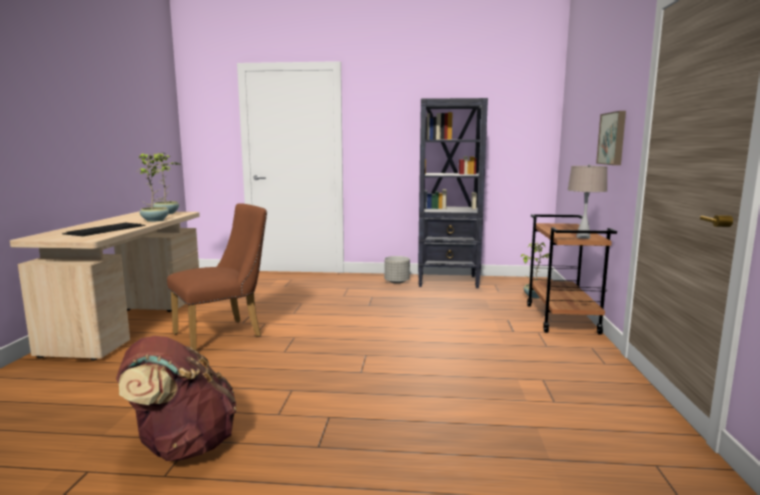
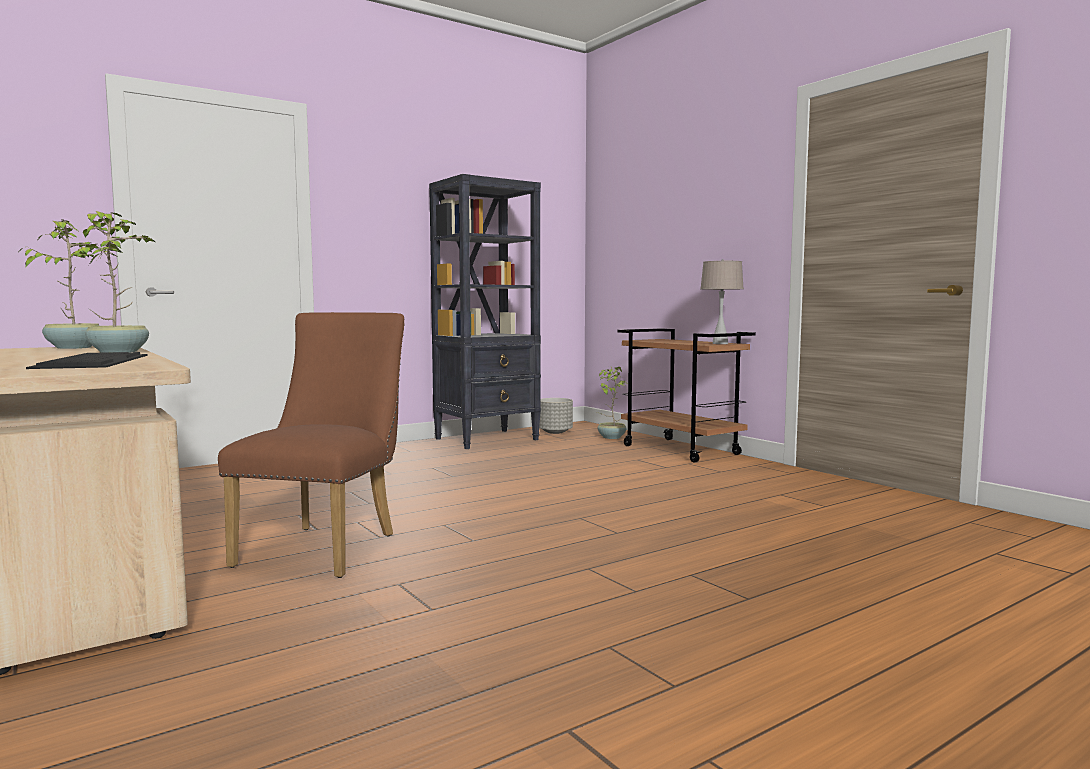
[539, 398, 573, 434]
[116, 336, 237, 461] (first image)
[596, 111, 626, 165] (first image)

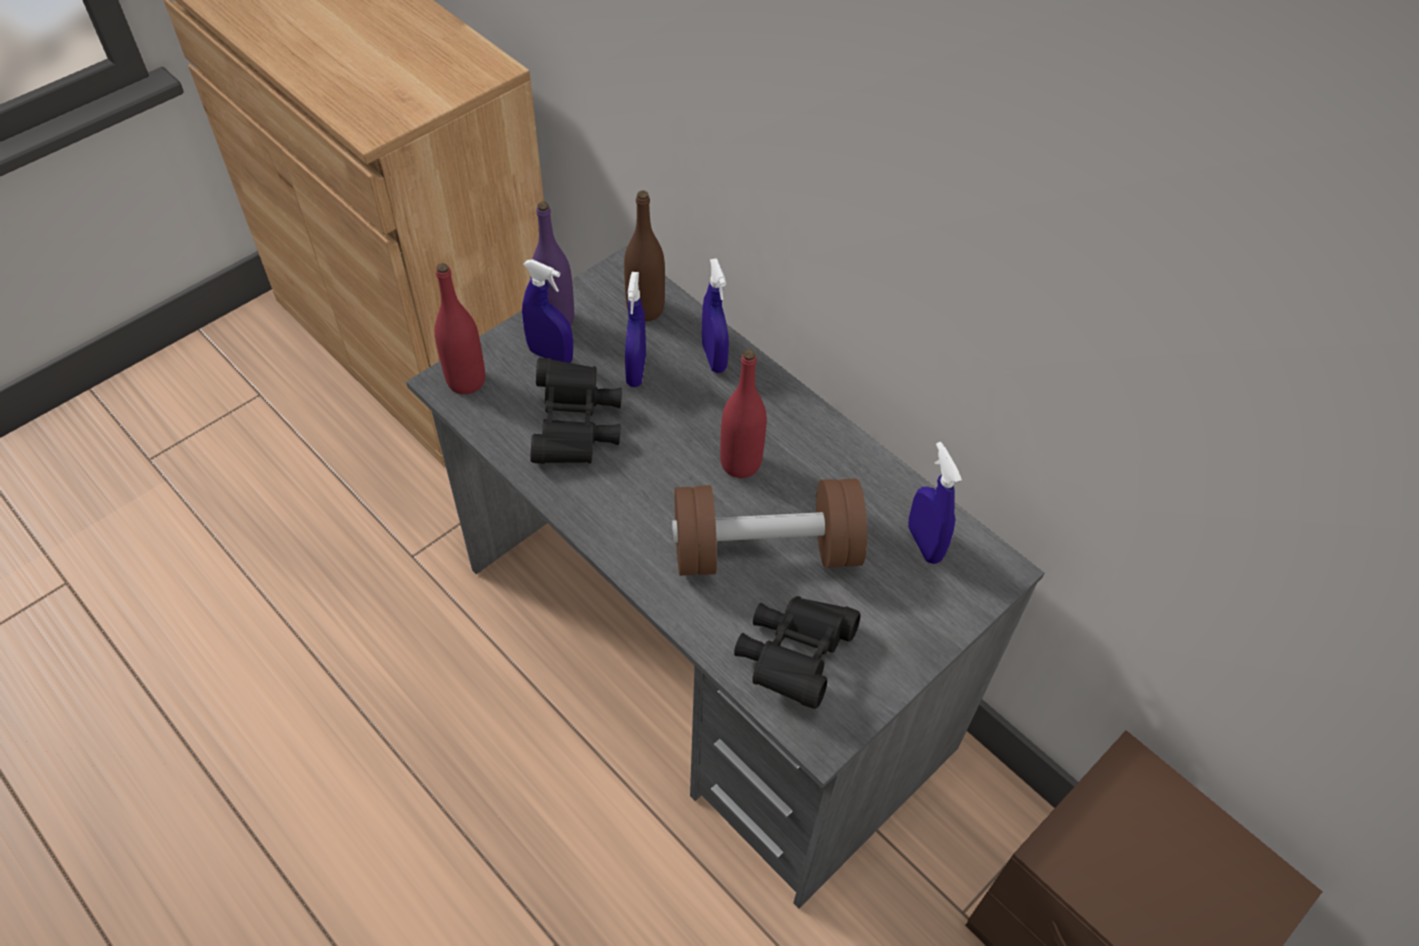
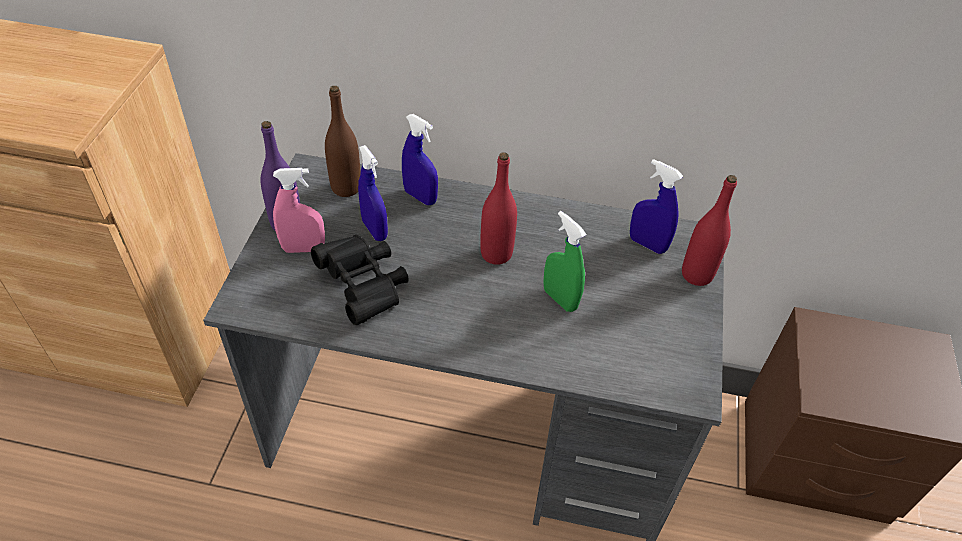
[273, 168, 325, 253]
[543, 211, 587, 312]
[682, 175, 737, 286]
[734, 596, 861, 709] (first image)

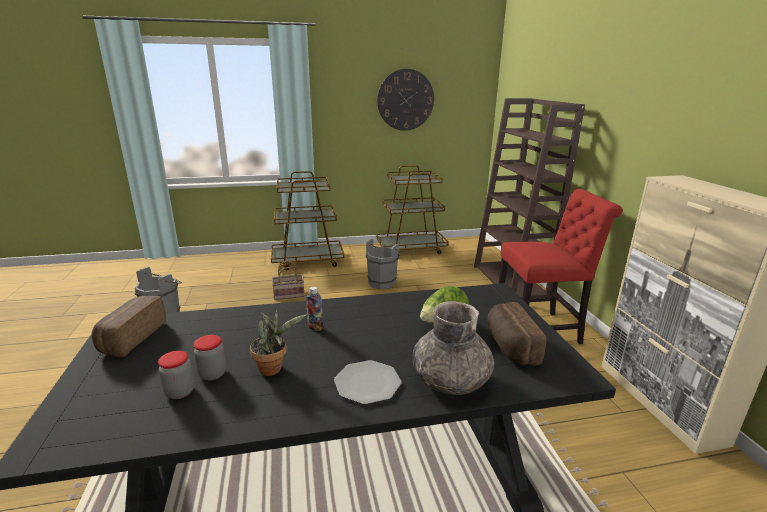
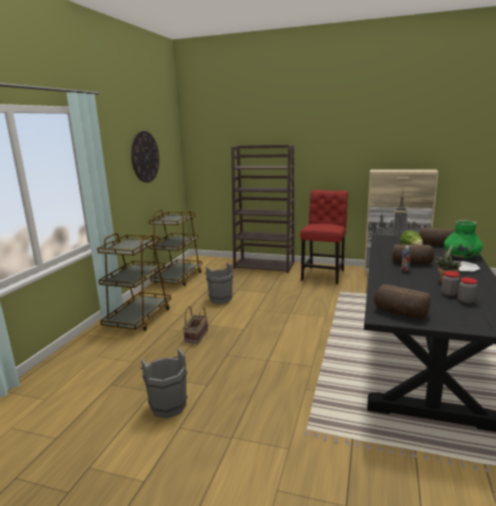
[392, 244, 434, 264]
[444, 220, 483, 258]

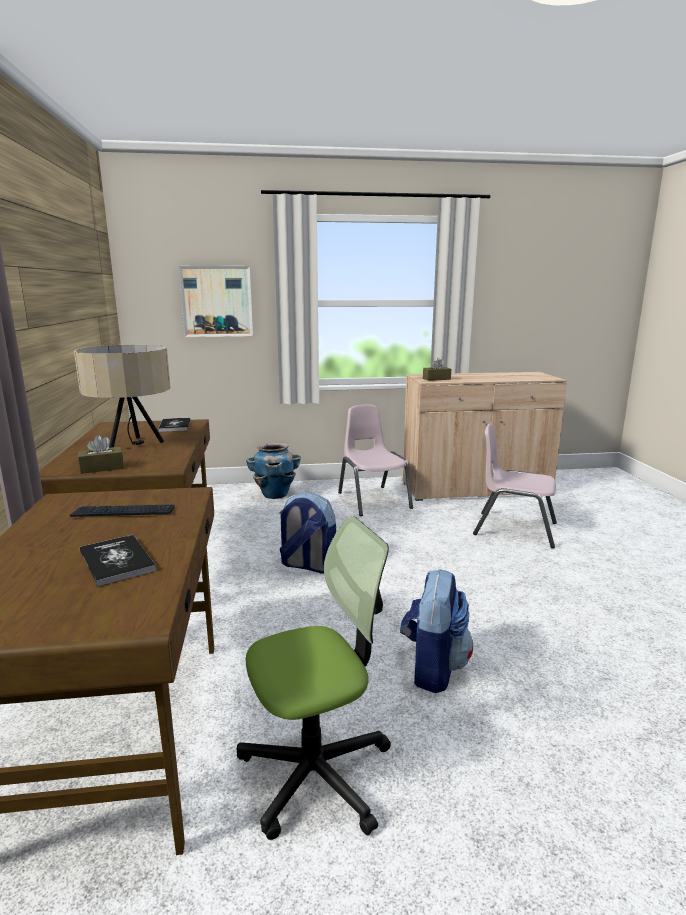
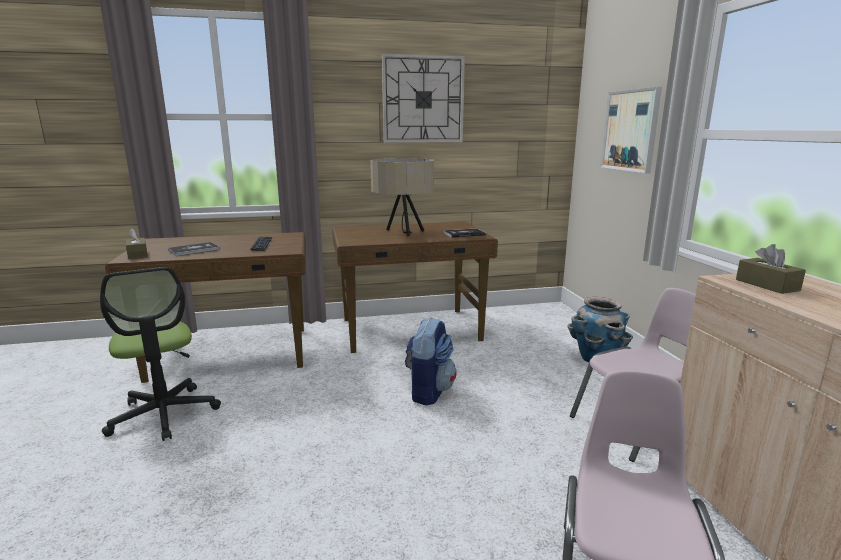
[126, 228, 148, 259]
[382, 54, 465, 143]
[400, 569, 473, 693] (first image)

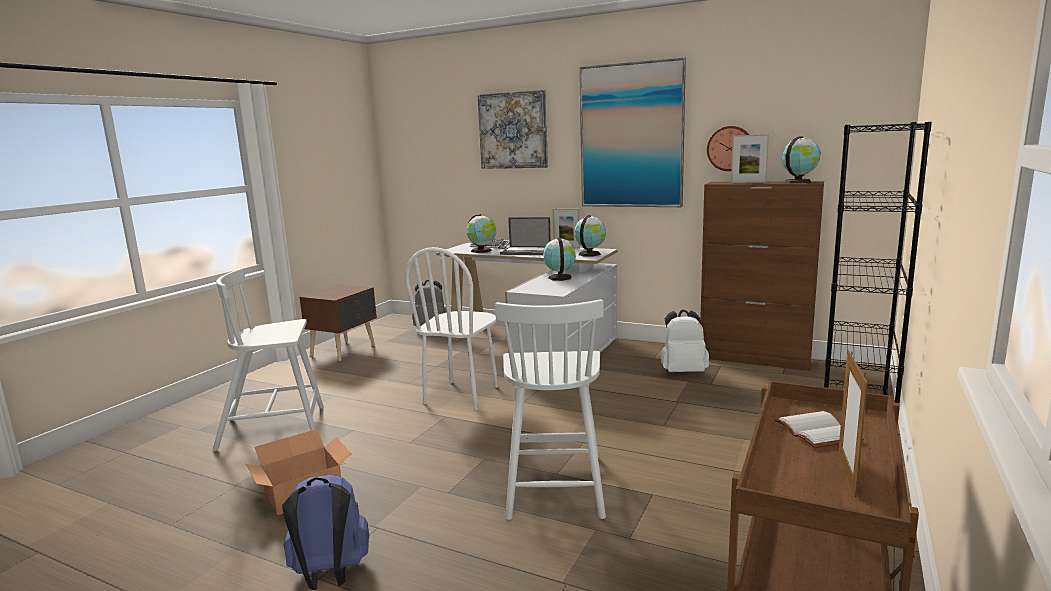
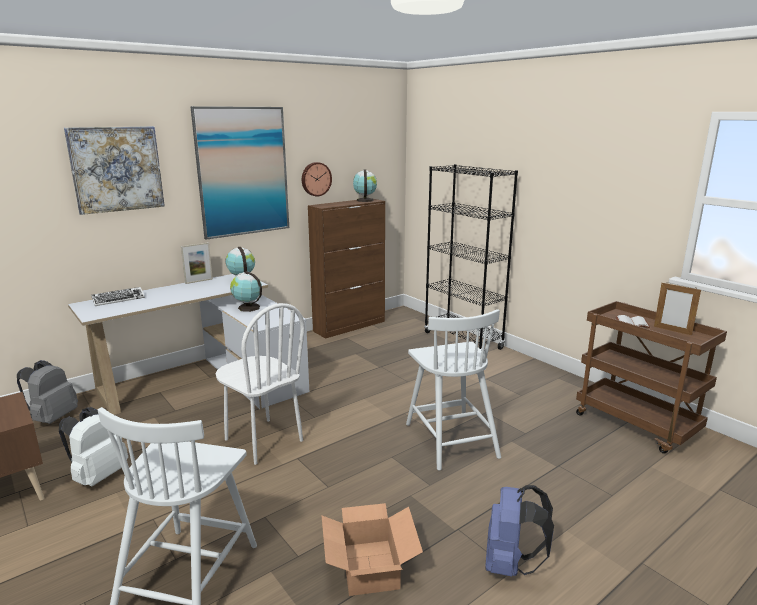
[59, 407, 128, 486]
[406, 309, 501, 471]
[467, 214, 496, 253] (first image)
[500, 217, 551, 255] (first image)
[731, 134, 769, 183] (first image)

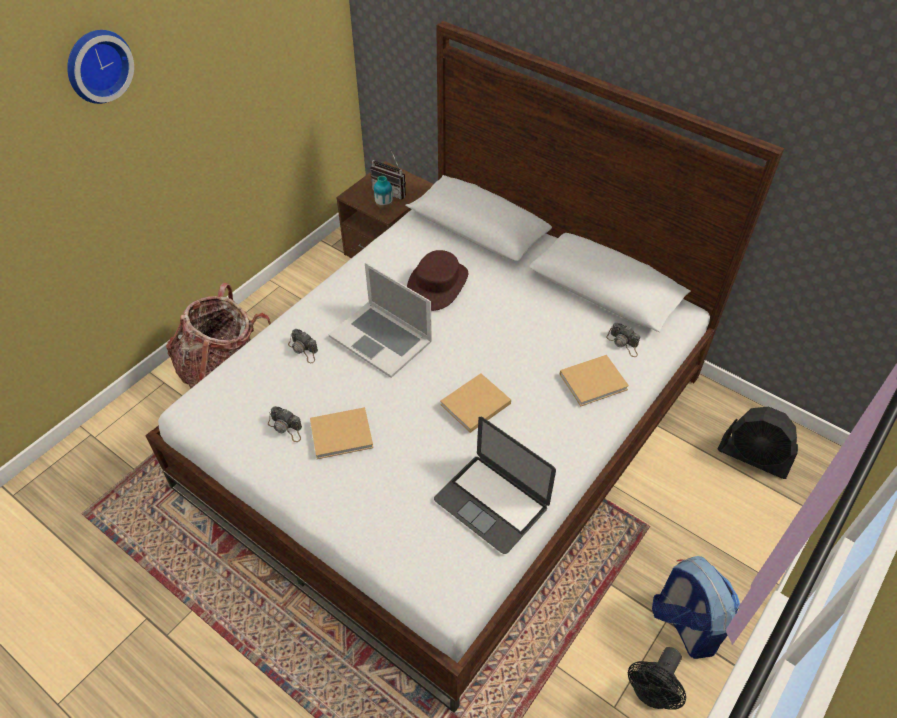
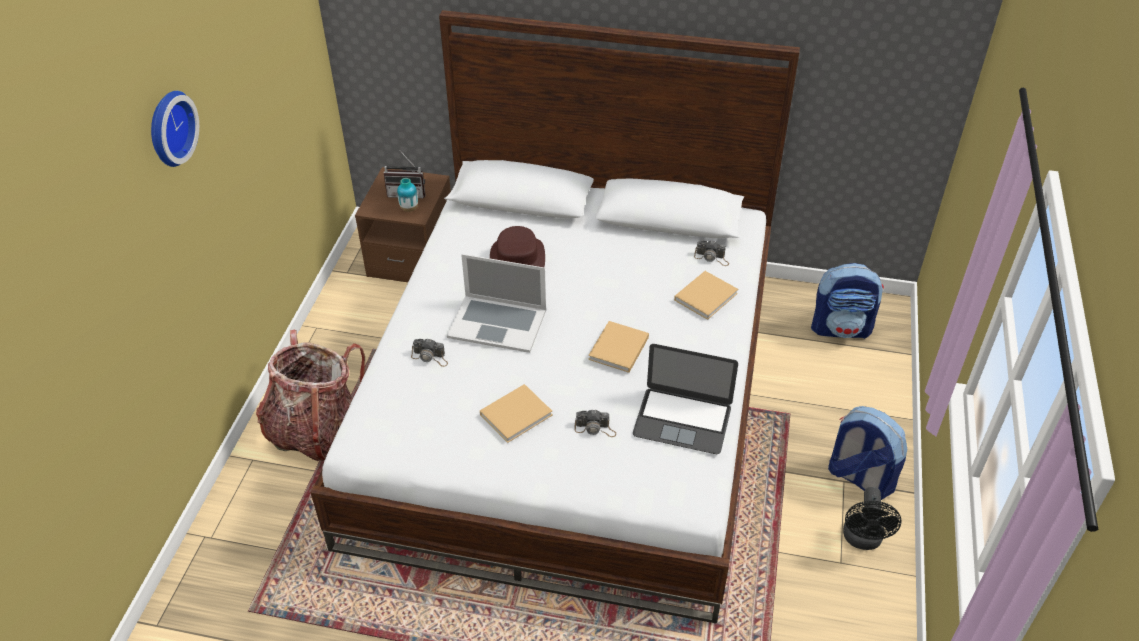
[575, 410, 616, 437]
[811, 263, 884, 339]

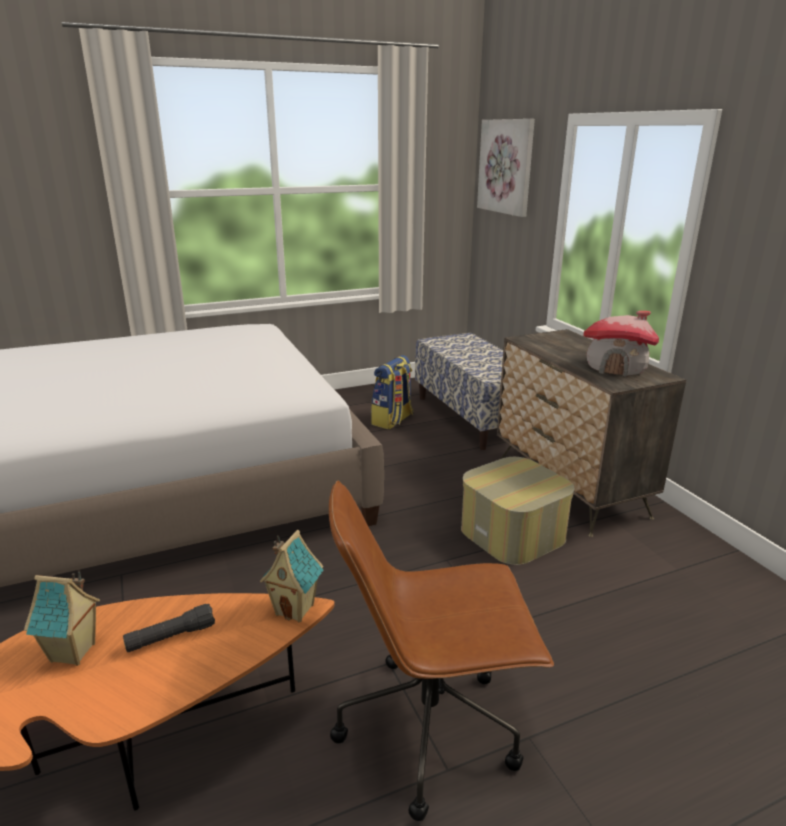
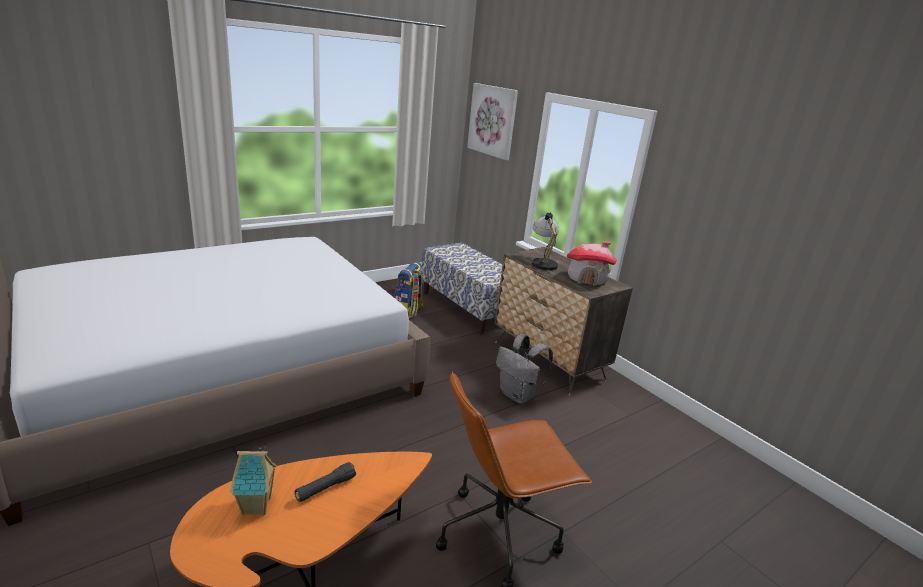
[496, 334, 553, 404]
[532, 212, 559, 273]
[260, 530, 324, 622] (first image)

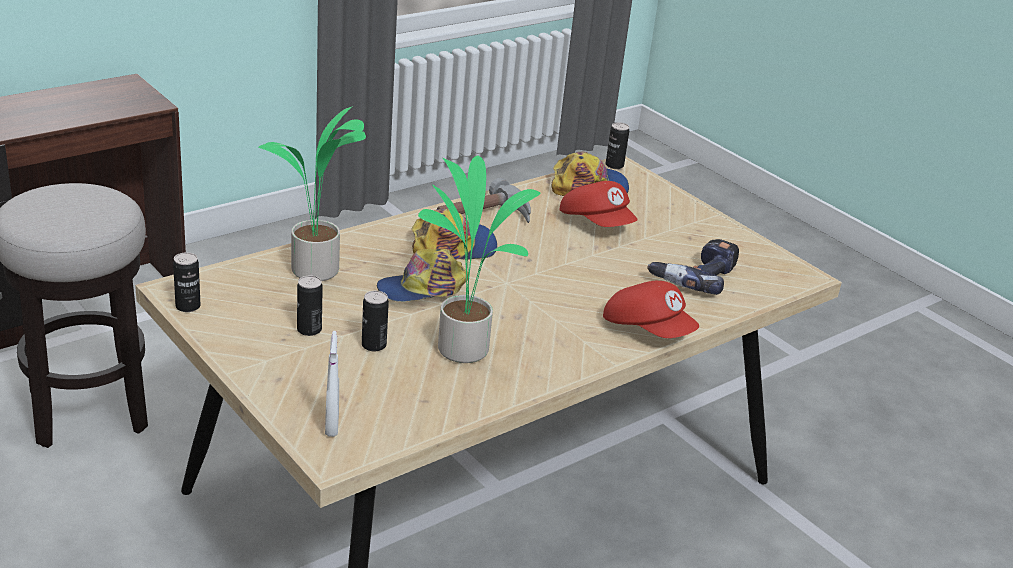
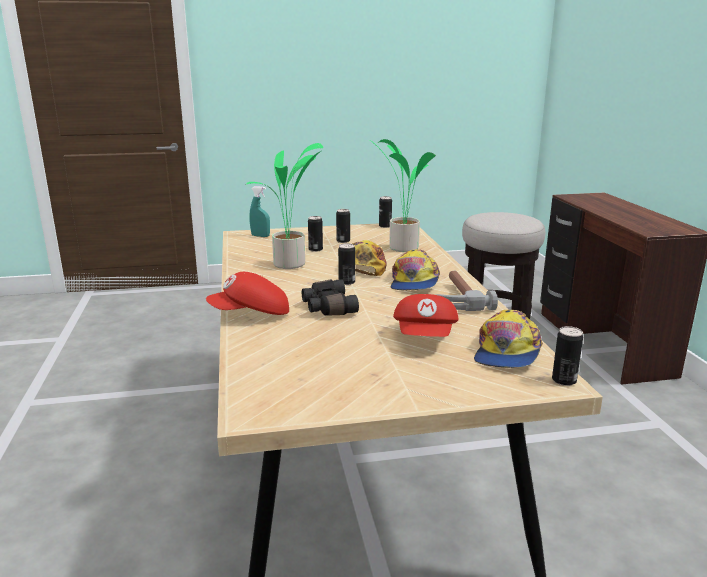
[249, 186, 270, 237]
[302, 279, 359, 316]
[338, 243, 355, 285]
[393, 294, 459, 337]
[647, 239, 739, 295] (first image)

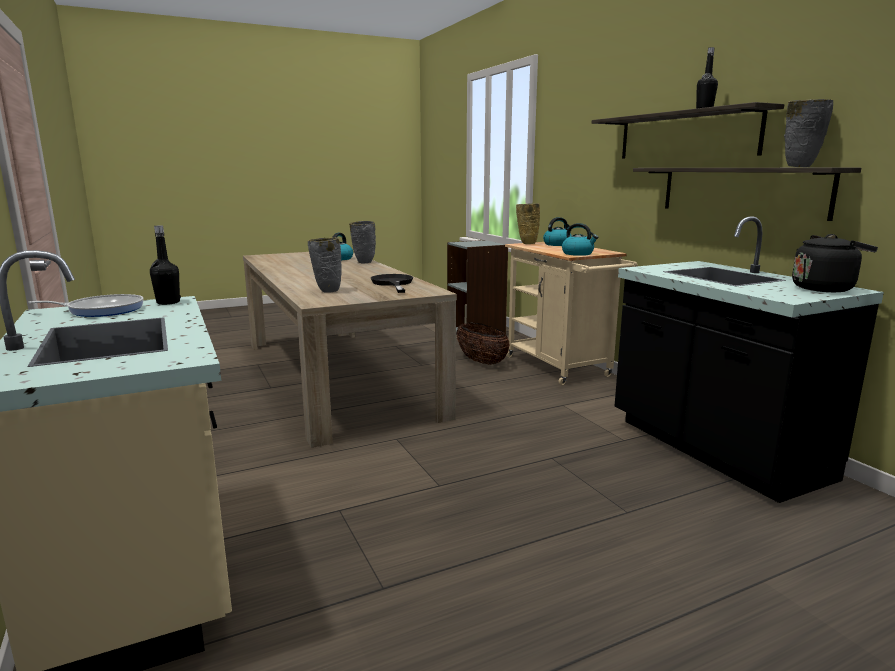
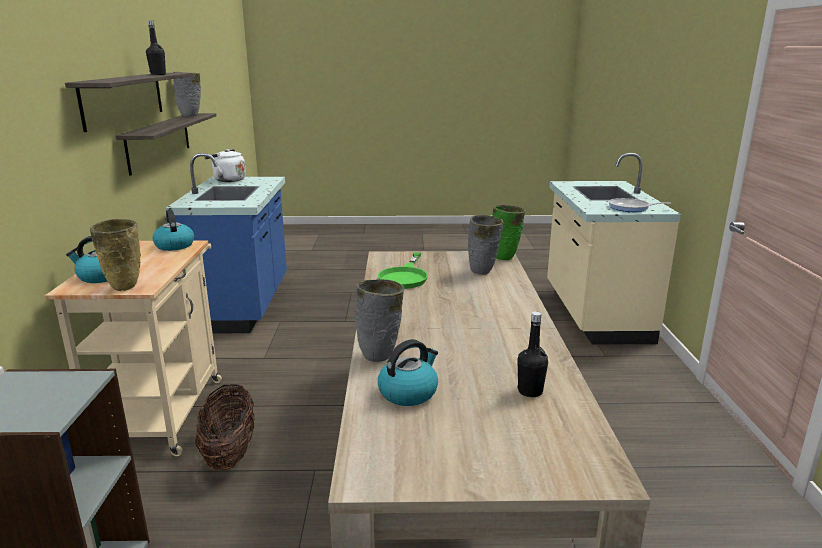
[166, 153, 287, 333]
[205, 149, 246, 182]
[378, 252, 428, 289]
[492, 205, 525, 260]
[517, 311, 548, 397]

